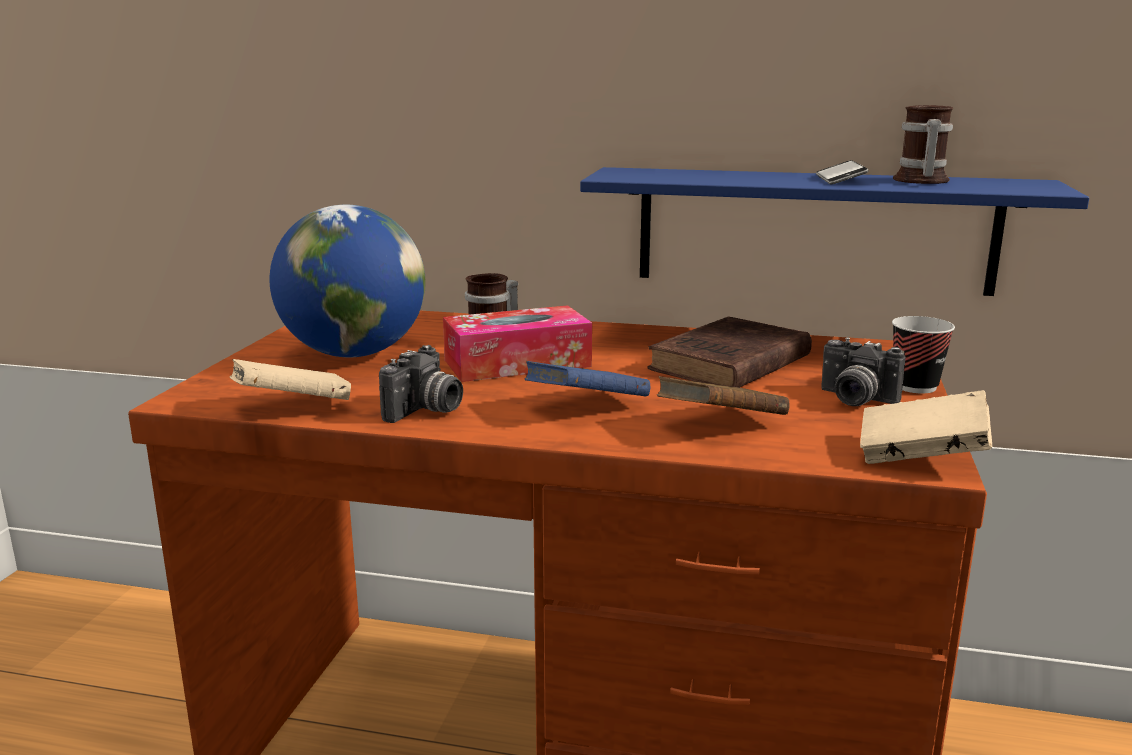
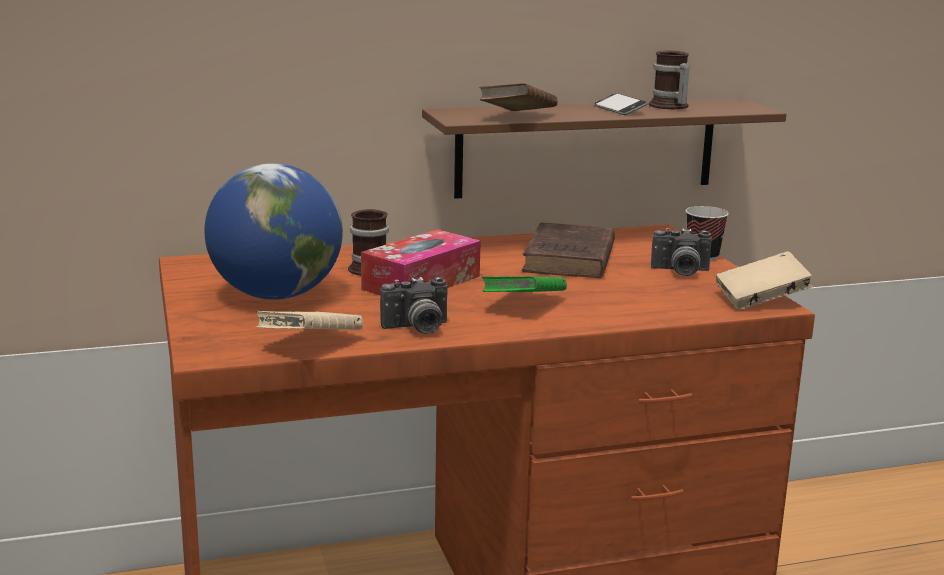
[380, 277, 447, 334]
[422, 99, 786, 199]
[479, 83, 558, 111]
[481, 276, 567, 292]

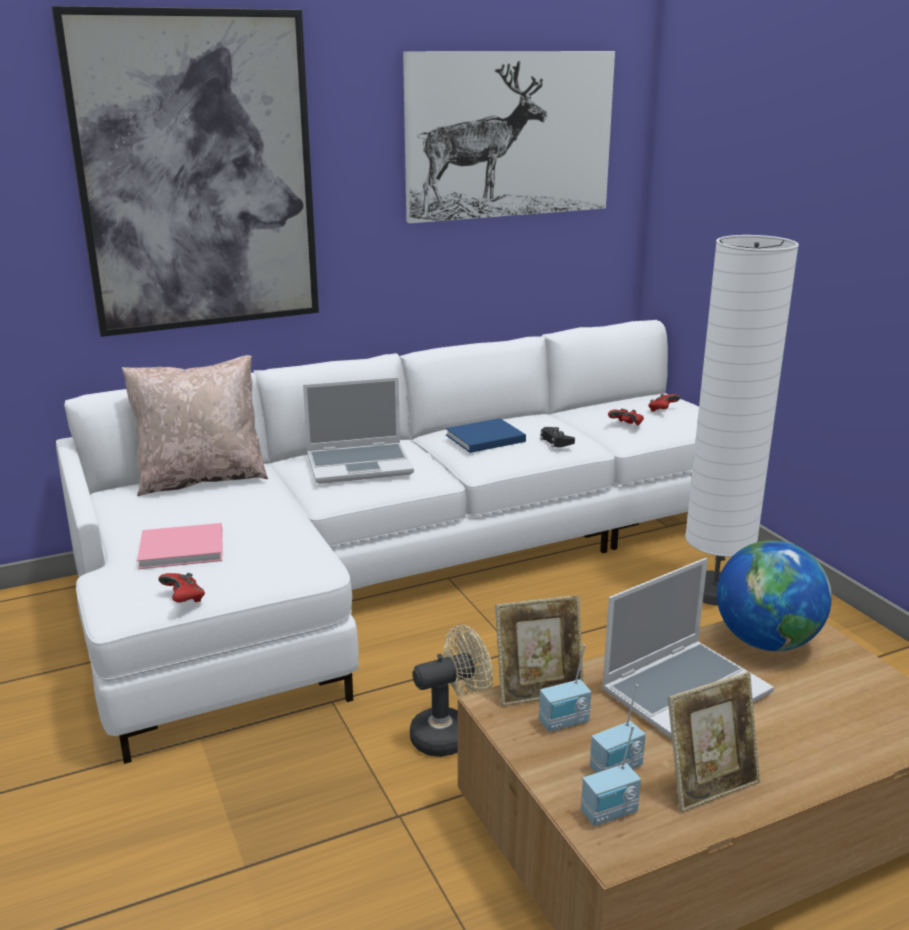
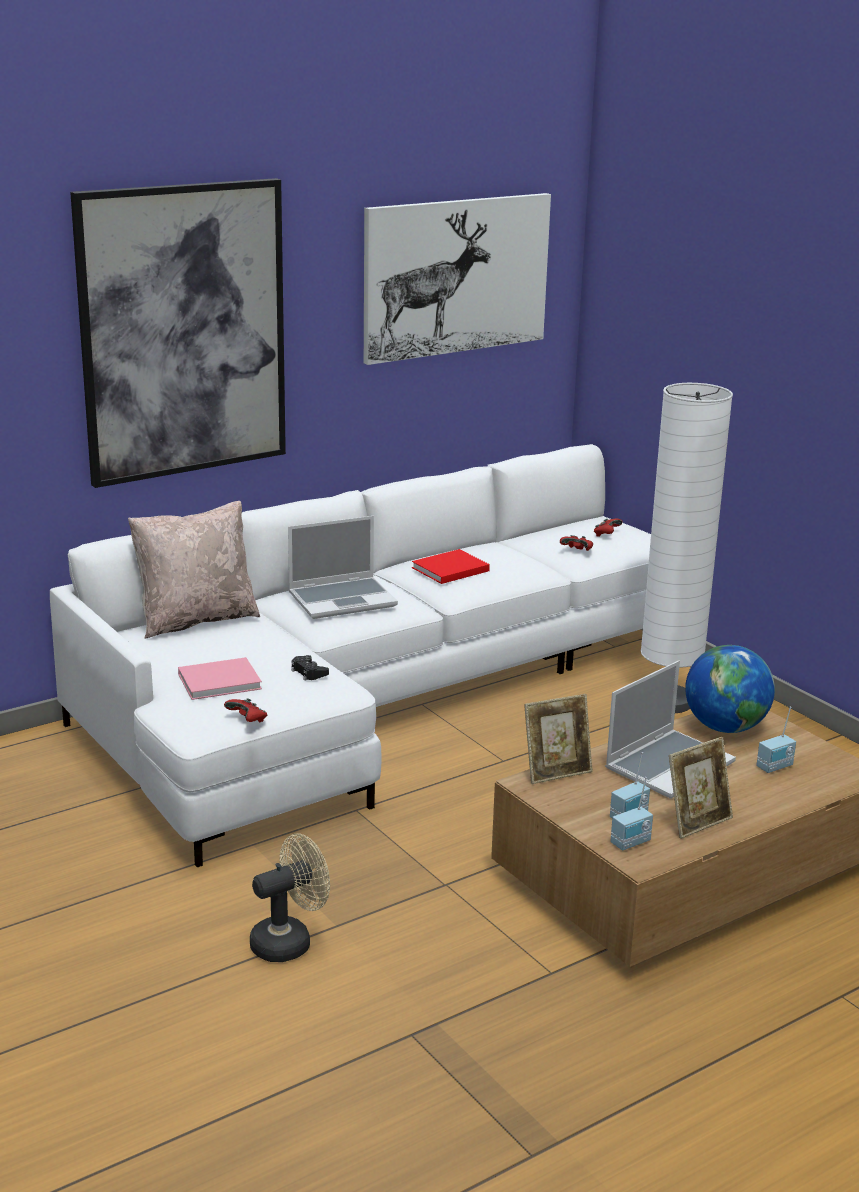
[250, 834, 330, 962]
[291, 655, 329, 681]
[412, 549, 490, 584]
[756, 707, 796, 773]

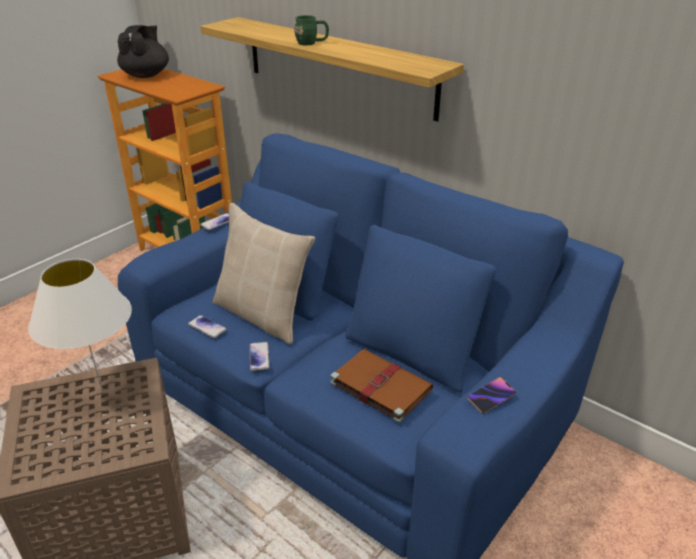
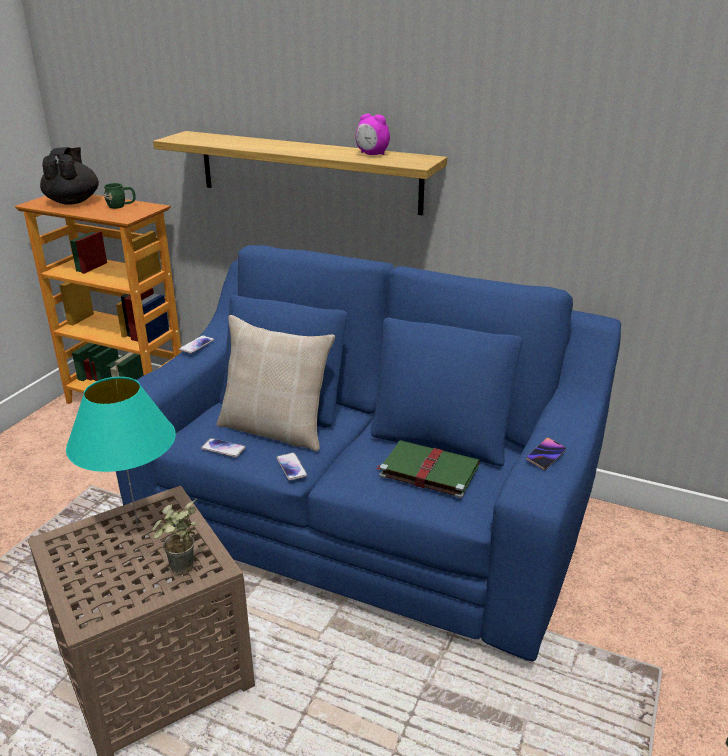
[66, 377, 176, 527]
[104, 183, 136, 209]
[153, 499, 197, 575]
[356, 114, 390, 155]
[375, 440, 480, 498]

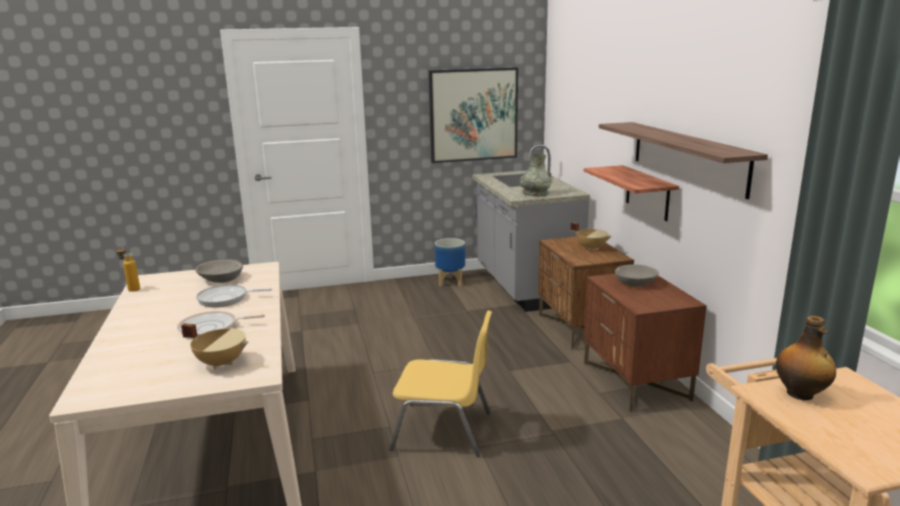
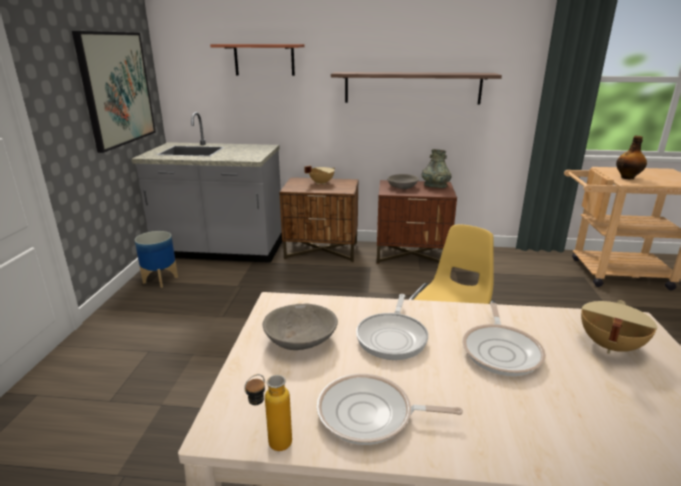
[210, 44, 305, 76]
[317, 374, 463, 445]
[422, 149, 451, 188]

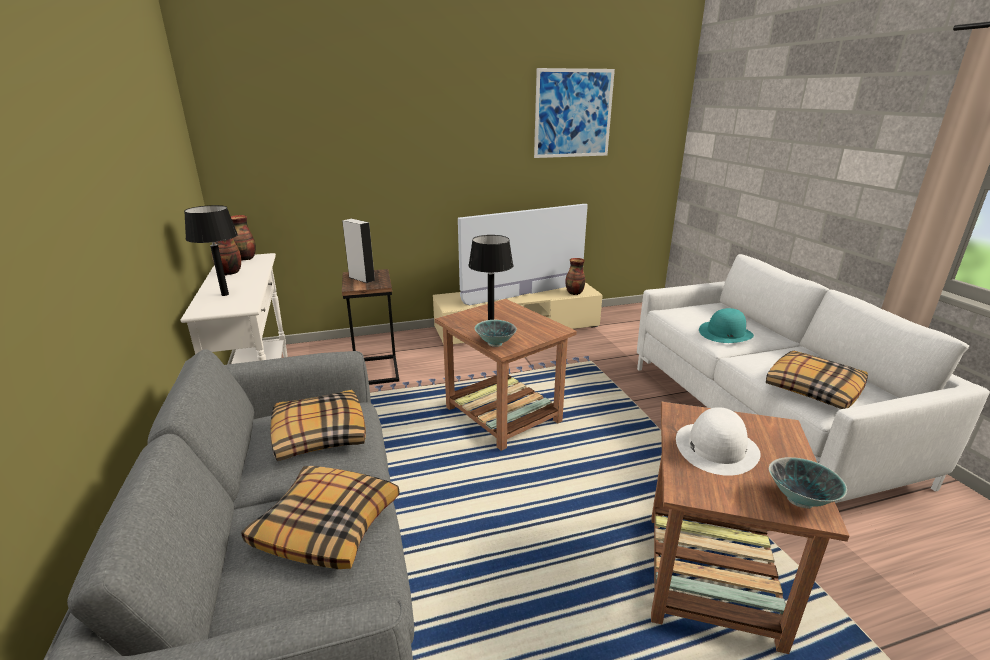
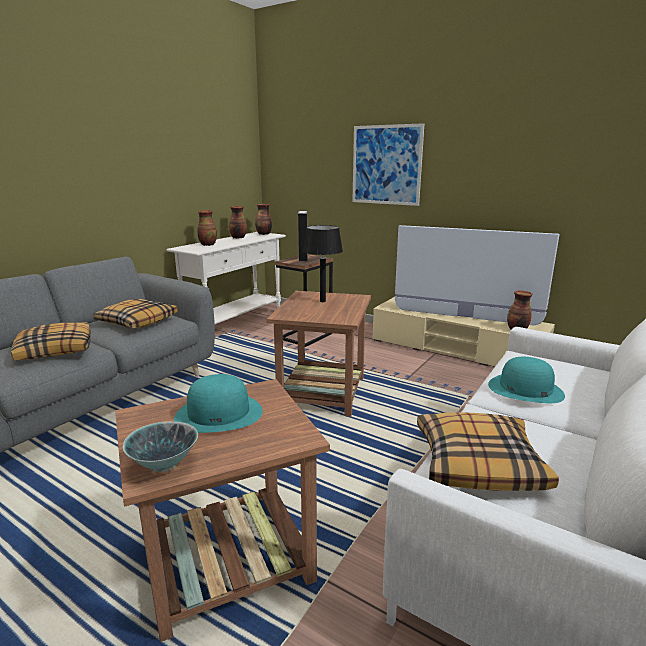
[174, 374, 263, 433]
[197, 210, 217, 246]
[352, 123, 425, 206]
[475, 320, 517, 347] (first image)

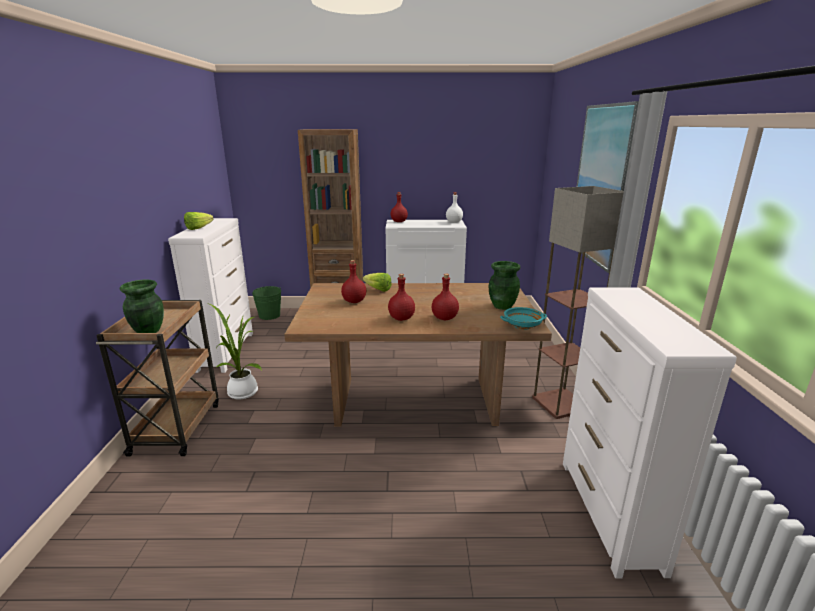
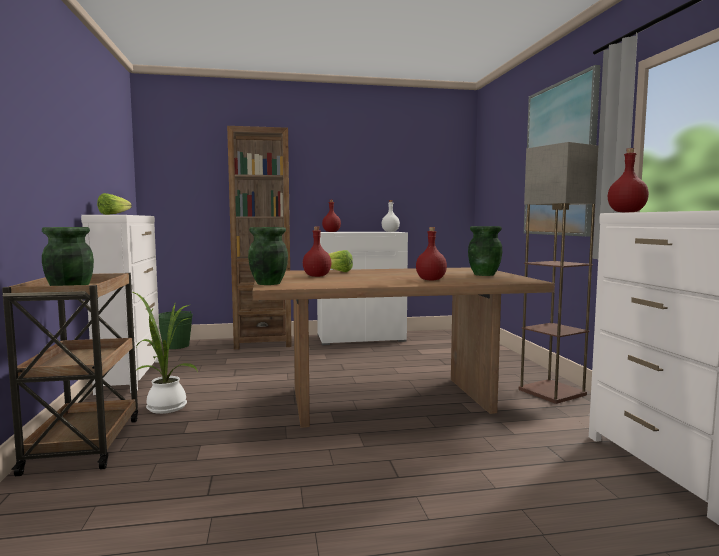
[248, 227, 288, 285]
[608, 148, 649, 212]
[500, 307, 547, 330] (first image)

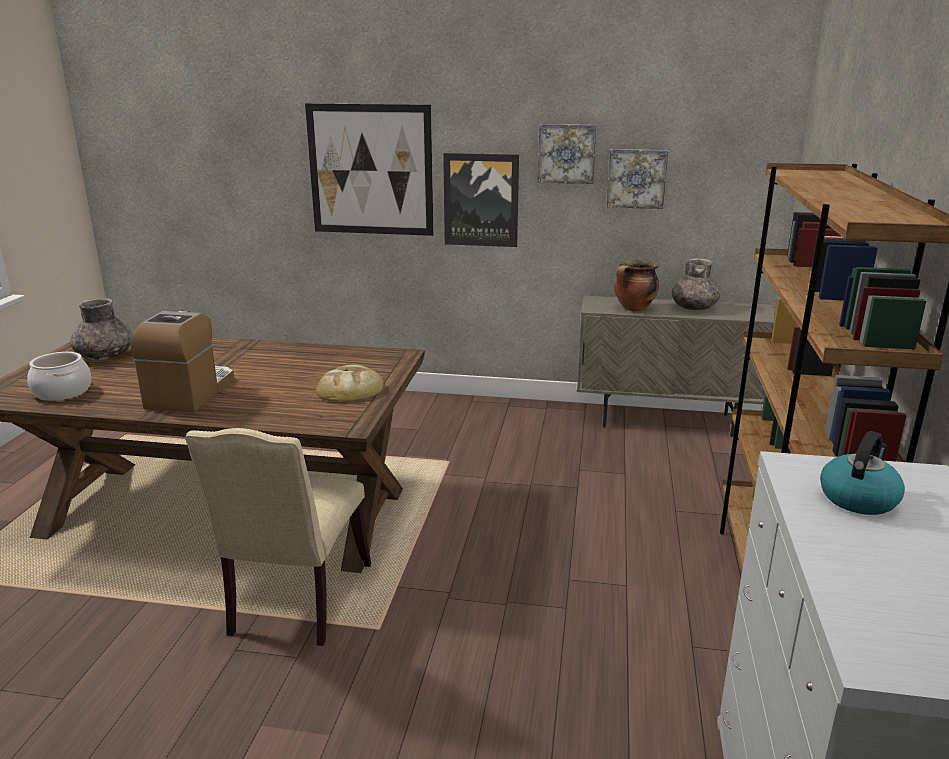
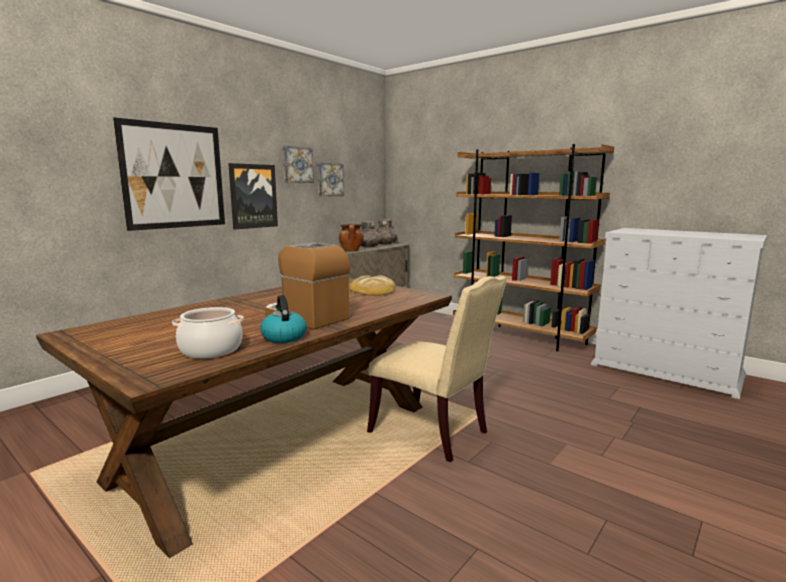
[260, 295, 307, 343]
[376, 219, 397, 245]

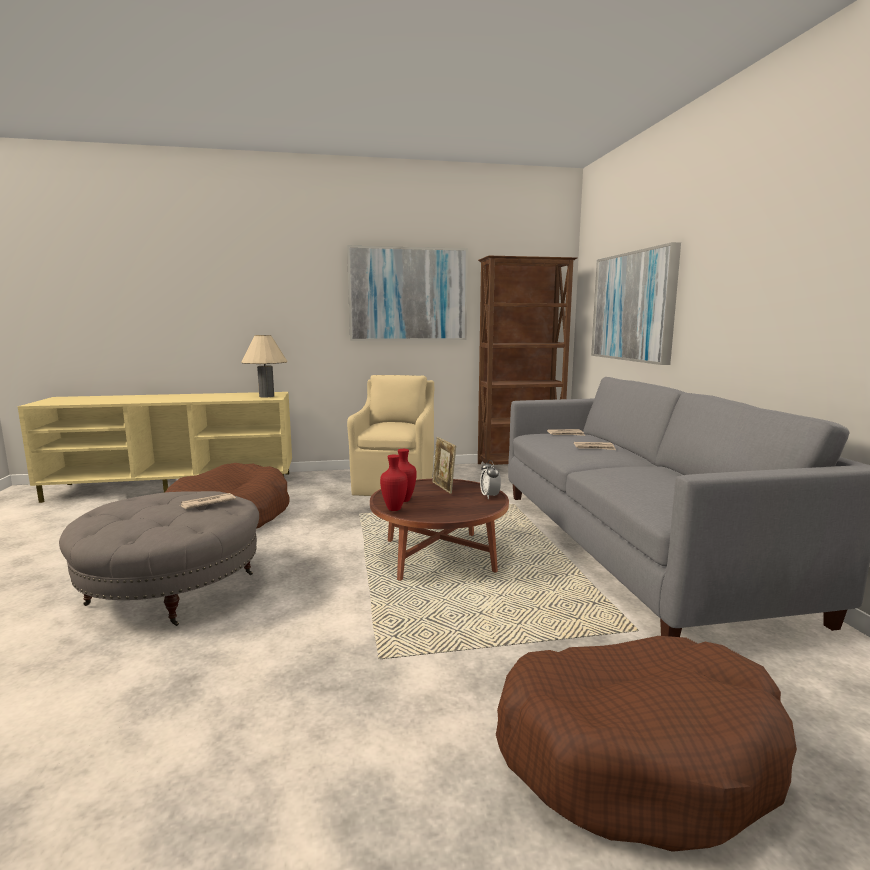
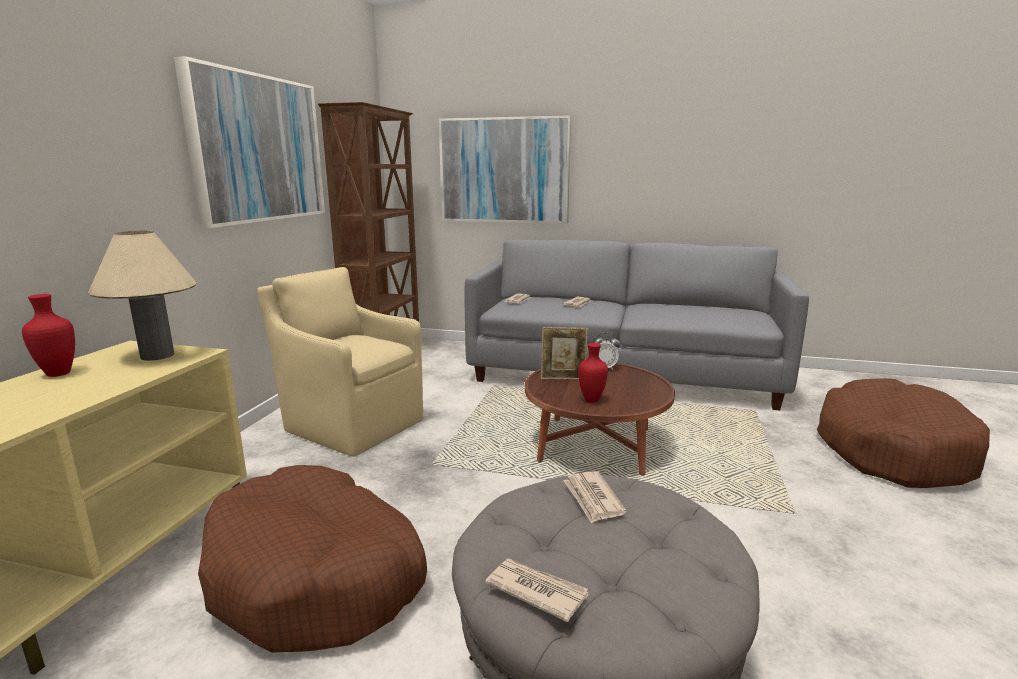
[22, 294, 75, 377]
[485, 559, 589, 622]

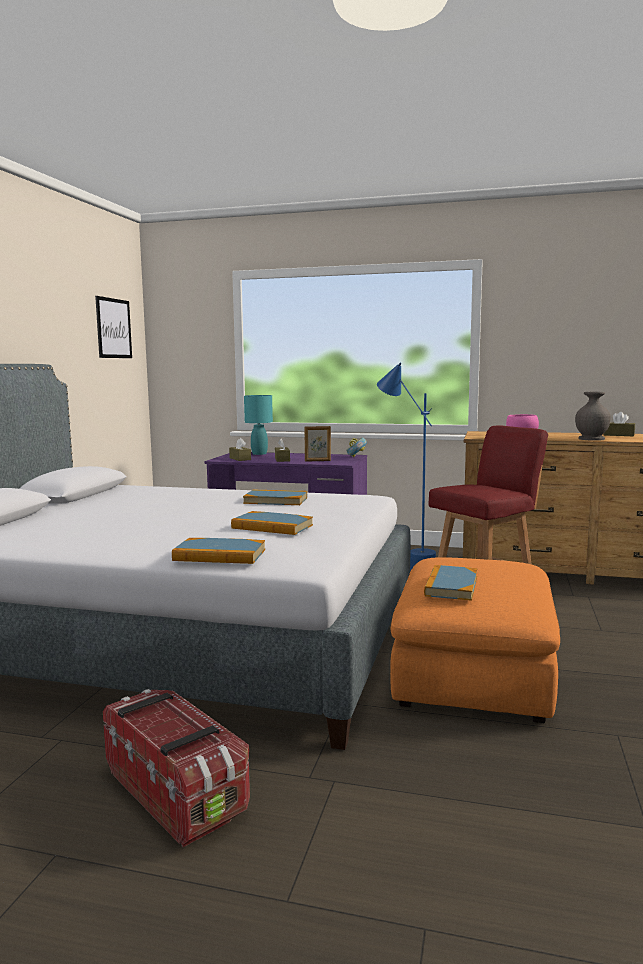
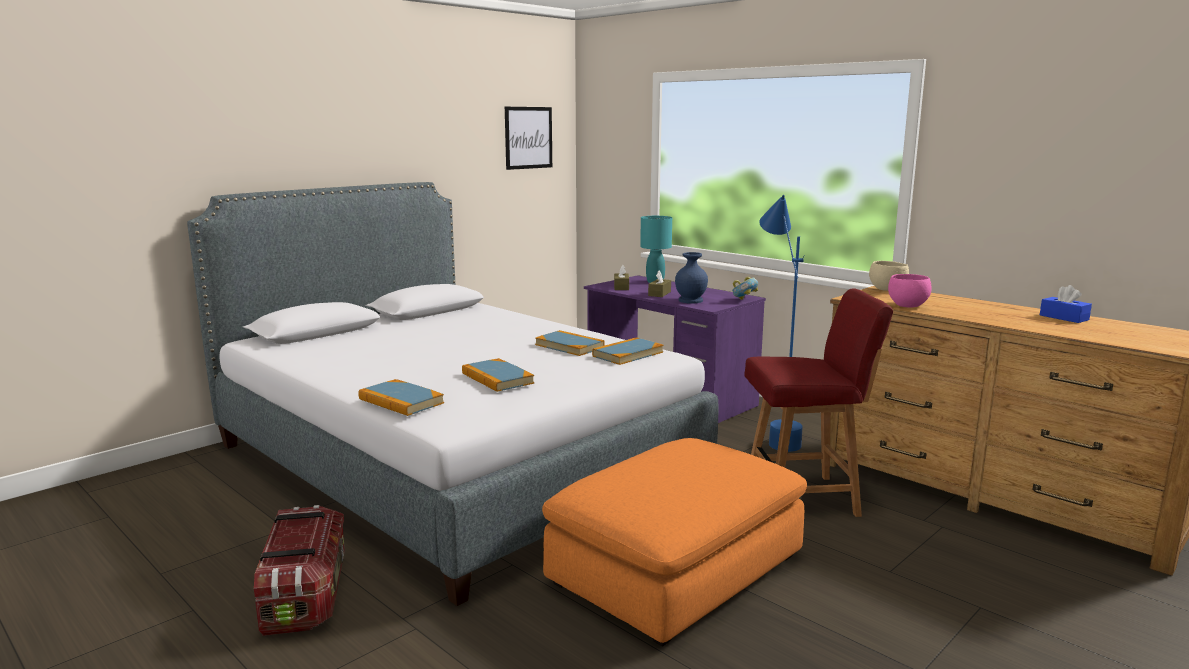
[592, 337, 663, 365]
[675, 252, 708, 304]
[869, 261, 909, 291]
[1040, 285, 1092, 323]
[575, 392, 611, 441] (first image)

